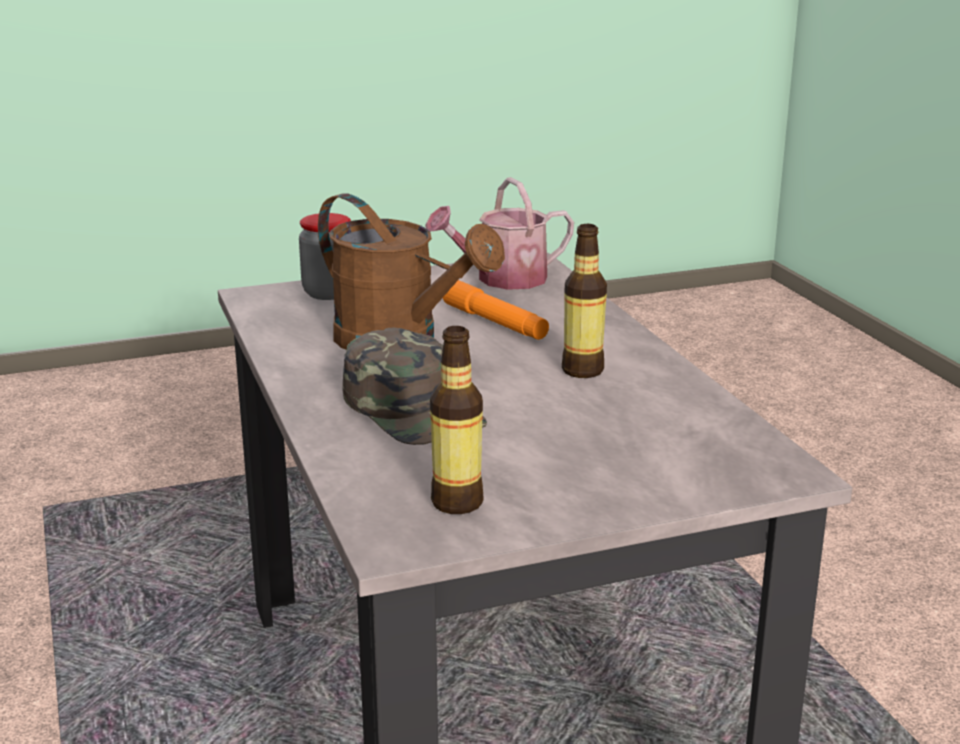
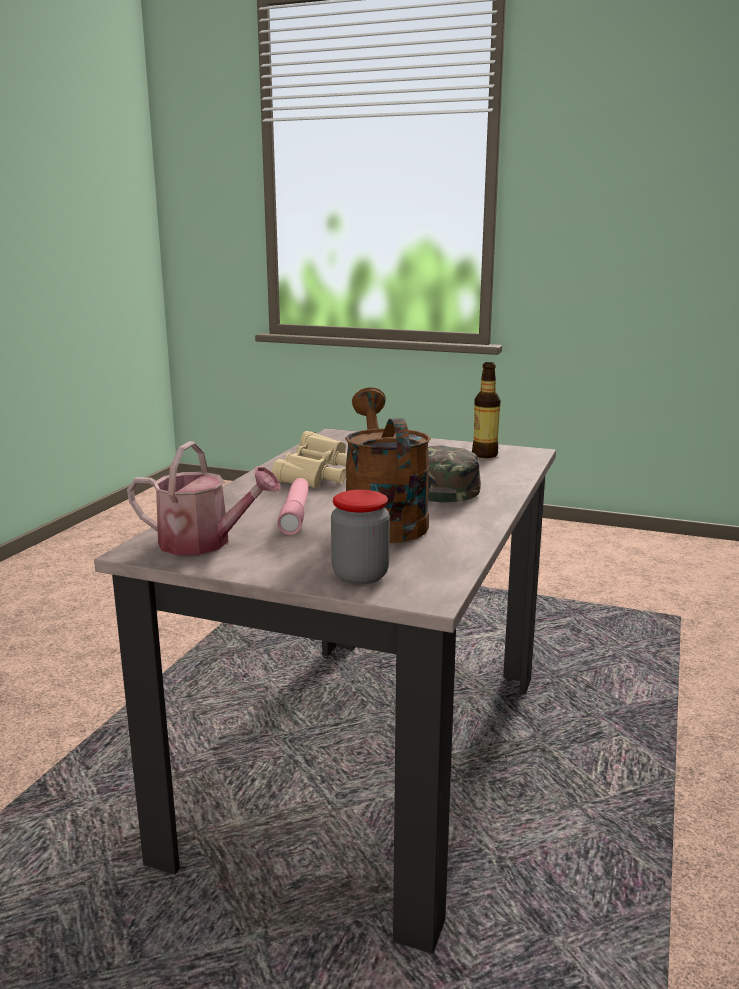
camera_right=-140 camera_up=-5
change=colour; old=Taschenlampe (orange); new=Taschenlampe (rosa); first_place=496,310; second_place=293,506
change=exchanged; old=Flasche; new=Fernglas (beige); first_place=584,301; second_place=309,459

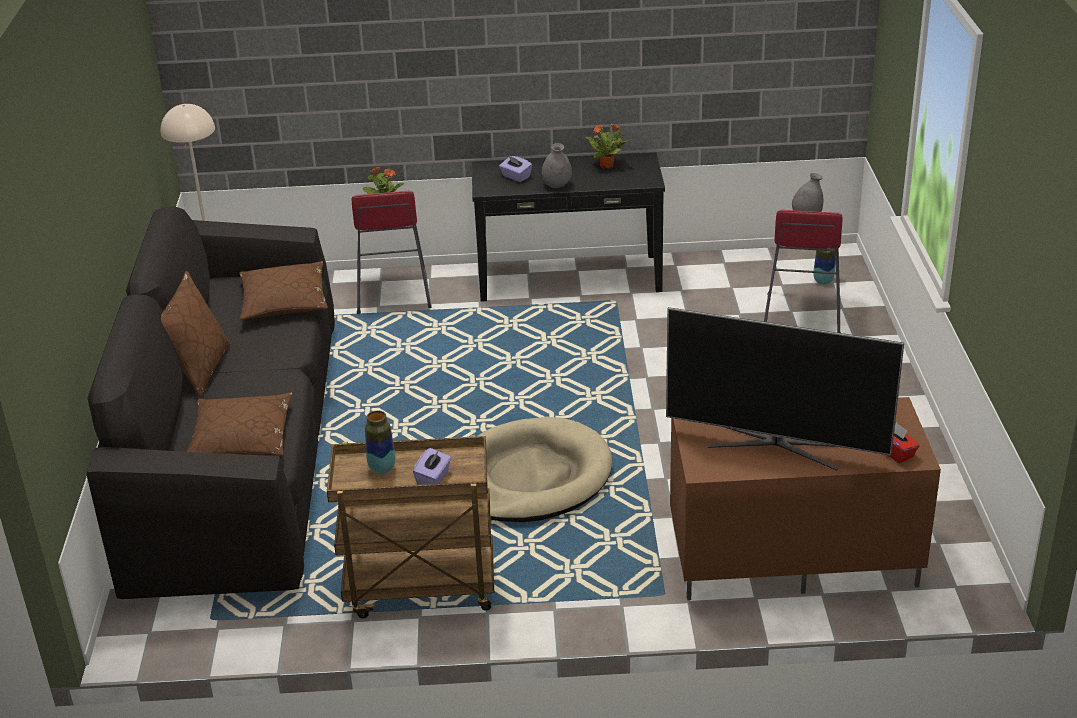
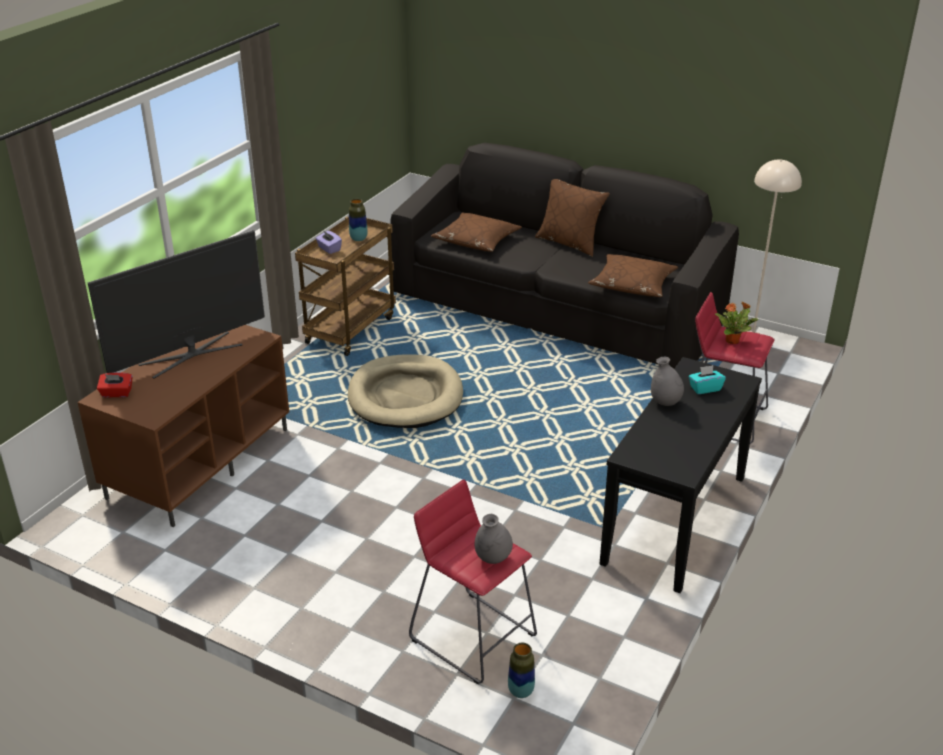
camera_right=120 camera_up=0
change=colour; old=Taschentuchbox (lila); new=Taschentuchbox (türkis); first_place=515,169; second_place=707,379
change=missing; old=Topfpflanze; first_place=606,145

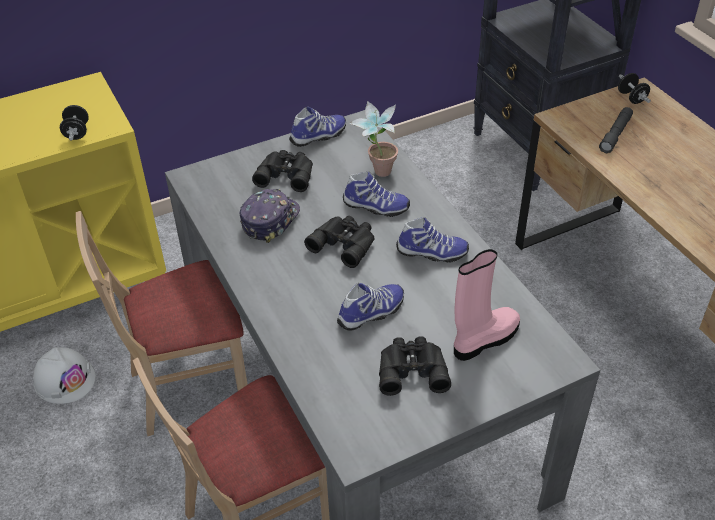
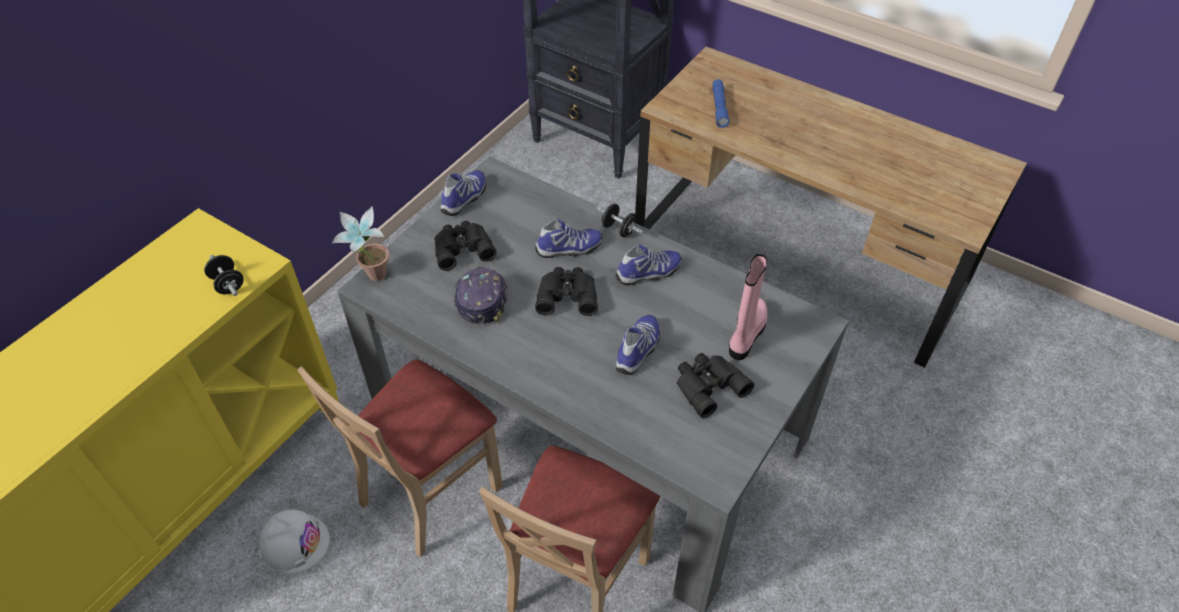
camera_right=-30 camera_up=5
change=relocated; old=Topfpflanze; first_place=373,139; second_place=360,244
change=colour; old=Taschenlampe (grau); new=Taschenlampe (blau); first_place=616,130; second_place=721,103
change=relocated; old=Hantel (schwarz); first_place=634,88; second_place=619,220

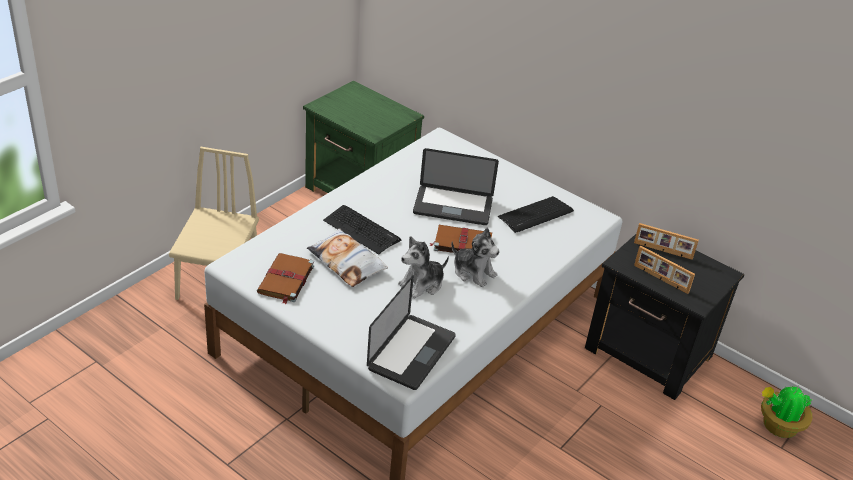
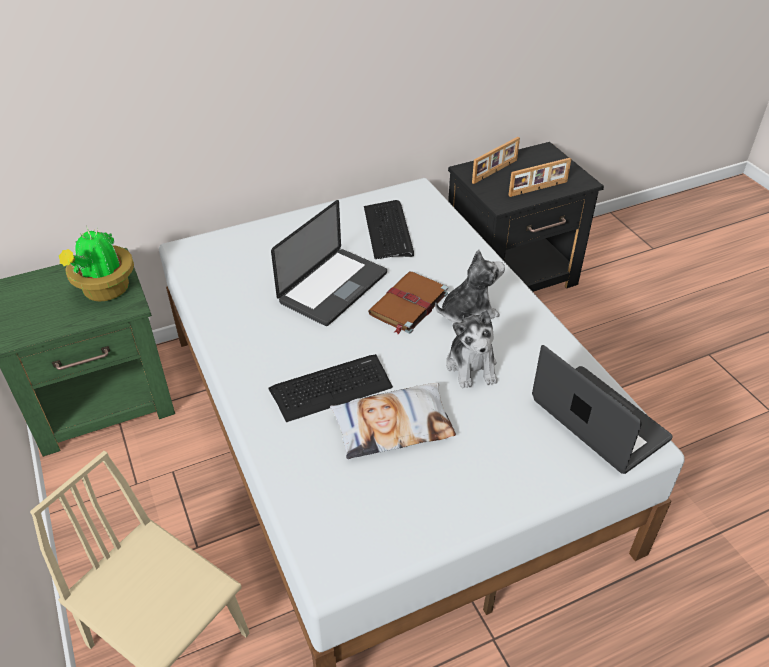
camera_right=-60 camera_up=5
change=missing; old=Buch (braun); first_place=285,278
change=relocated; old=Topfpflanze; first_place=787,412; second_place=96,263

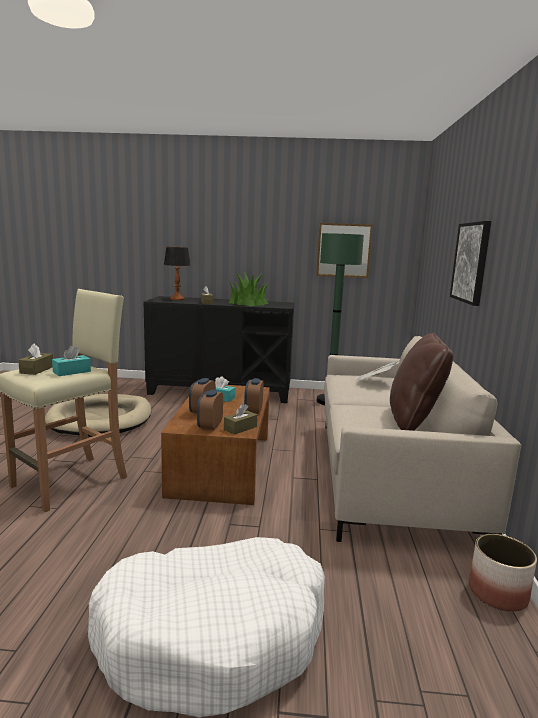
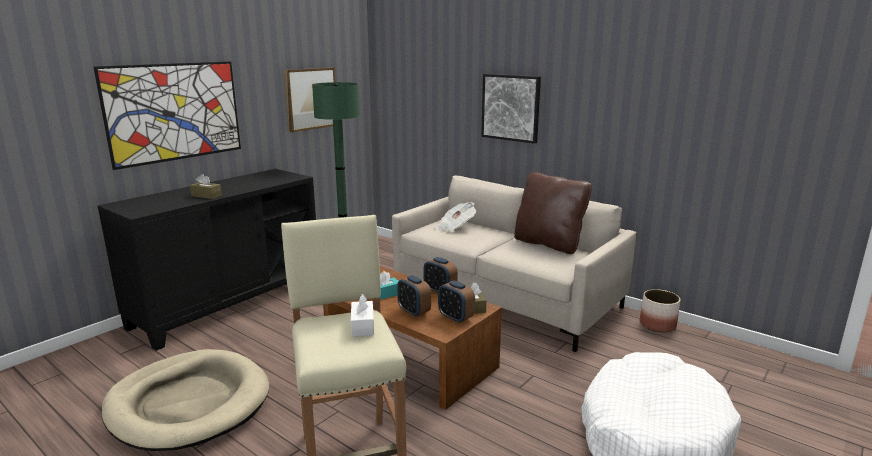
camera_right=-55 camera_up=5
change=missing; old=Taschentuchbox (braun); first_place=35,359
change=colour; old=Taschentuchbox (türkis); new=Taschentuchbox (weiß); first_place=71,361; second_place=362,315
change=missing; old=Tischlampe; first_place=177,273
change=missing; old=Topfpflanze; first_place=248,289
change=appeared; new=Bild; second_place=167,115

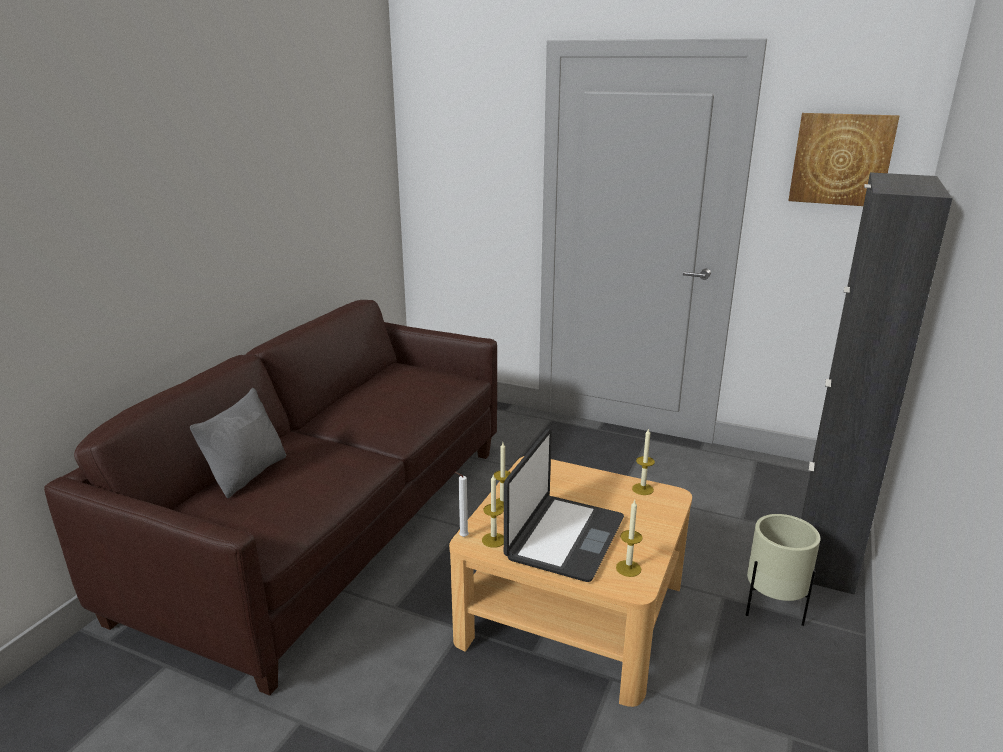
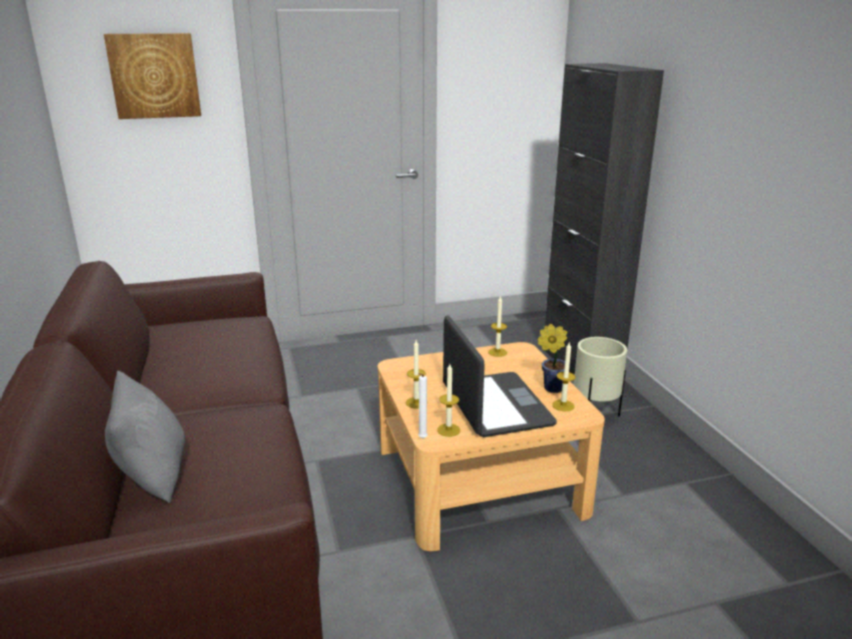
camera_right=-40 camera_up=0
change=relocated; old=Bild; first_place=843,159; second_place=152,76
change=appeared; new=Topfpflanze; second_place=552,358

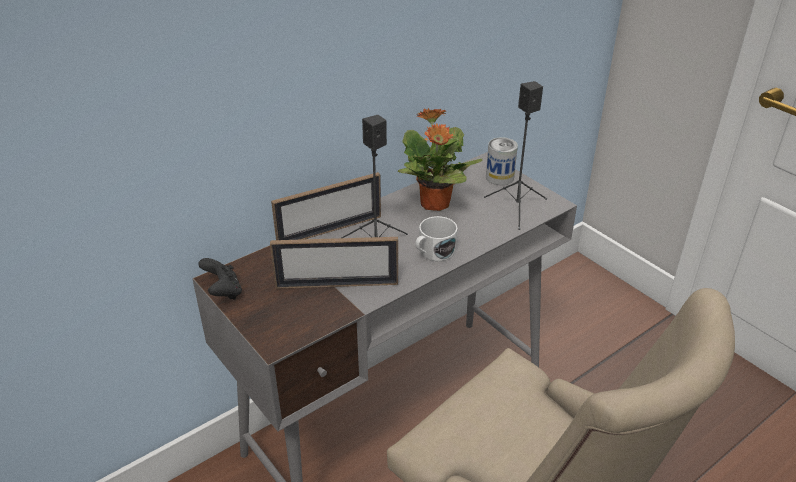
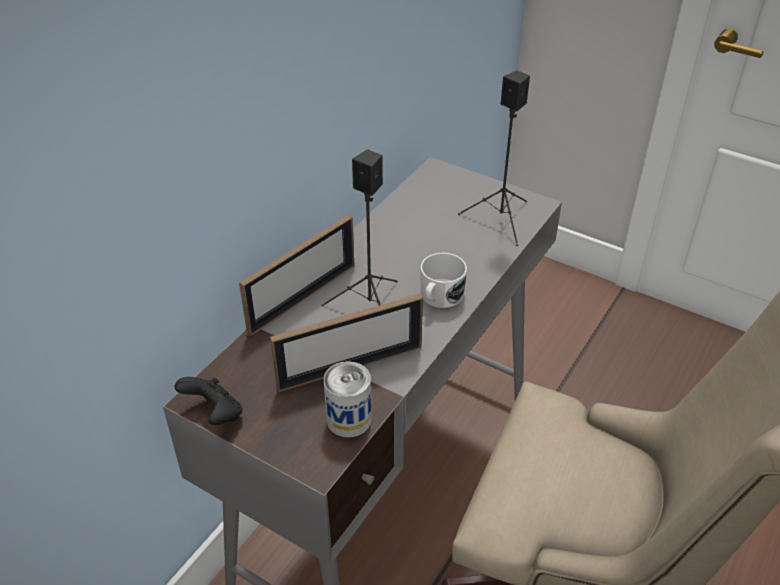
camera_right=-20 camera_up=5
change=missing; old=Topfpflanze; first_place=440,159
change=relocated; old=Dose; first_place=502,161; second_place=347,399

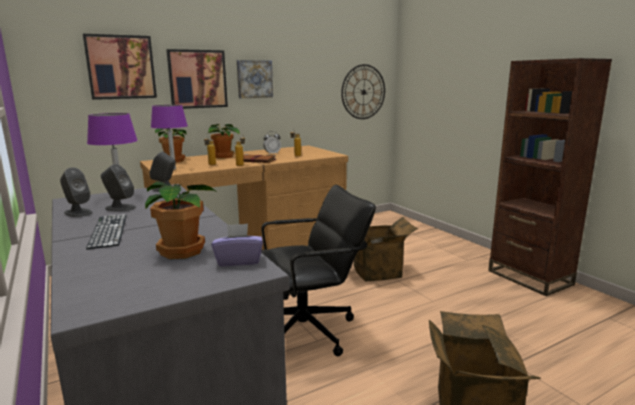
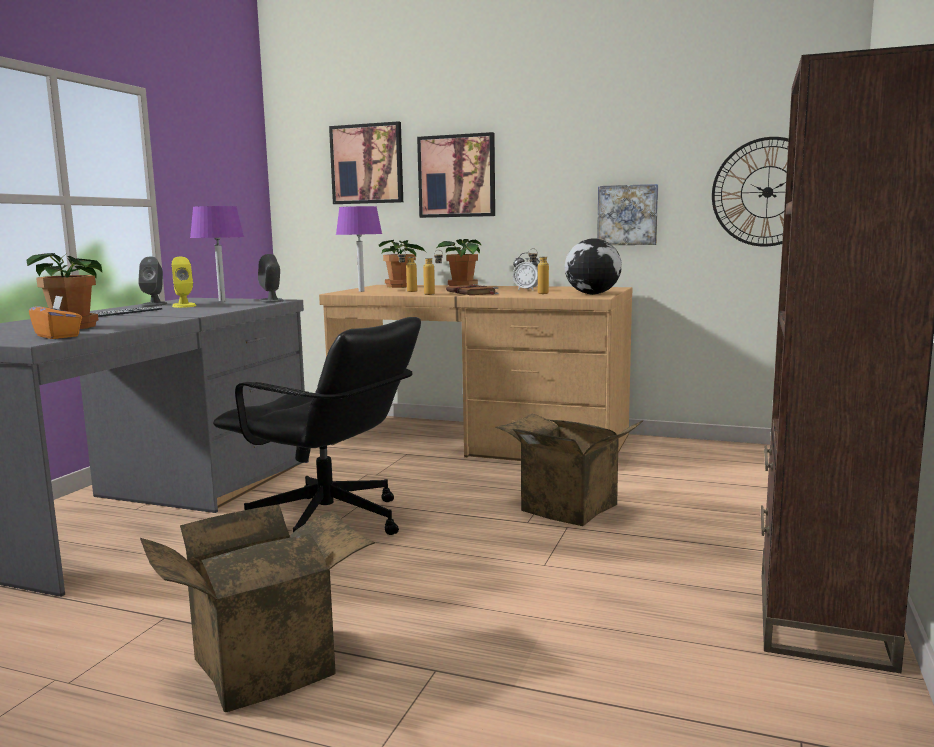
camera_right=50 camera_up=-5
change=colour; old=Lautsprecher (grau); new=Lautsprecher (gelb); first_place=118,187; second_place=183,282
change=colour; old=Taschentuchbox (lila); new=Taschentuchbox (orange); first_place=237,244; second_place=55,317
change=relocated; old=Bild; first_place=255,79; second_place=627,214
change=appeared; new=Globus; second_place=593,266

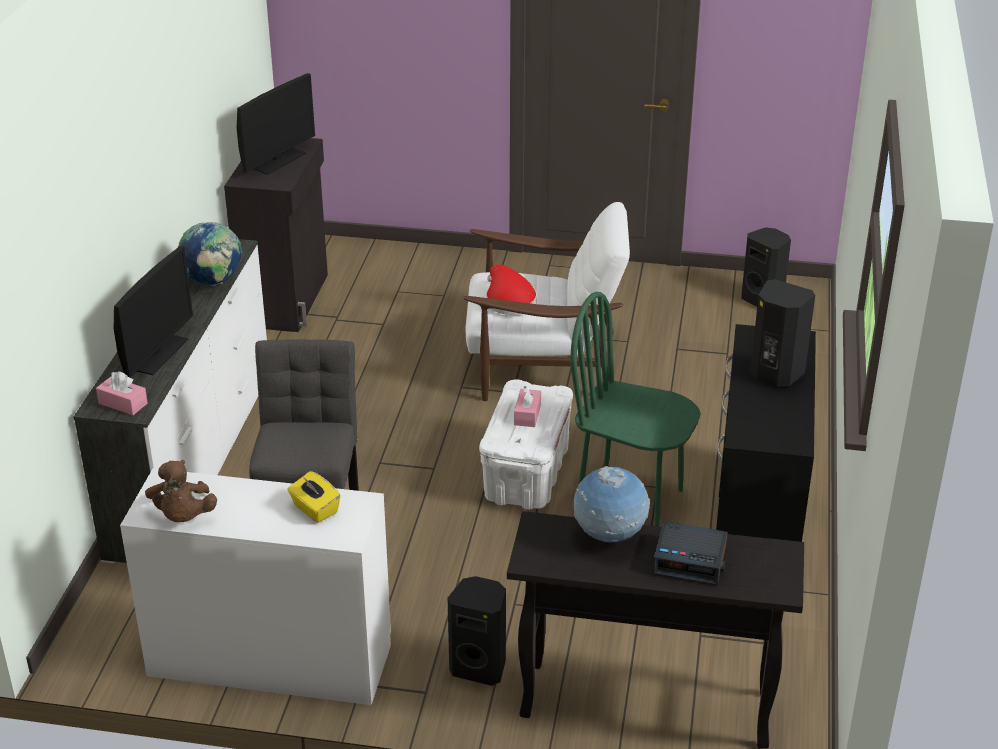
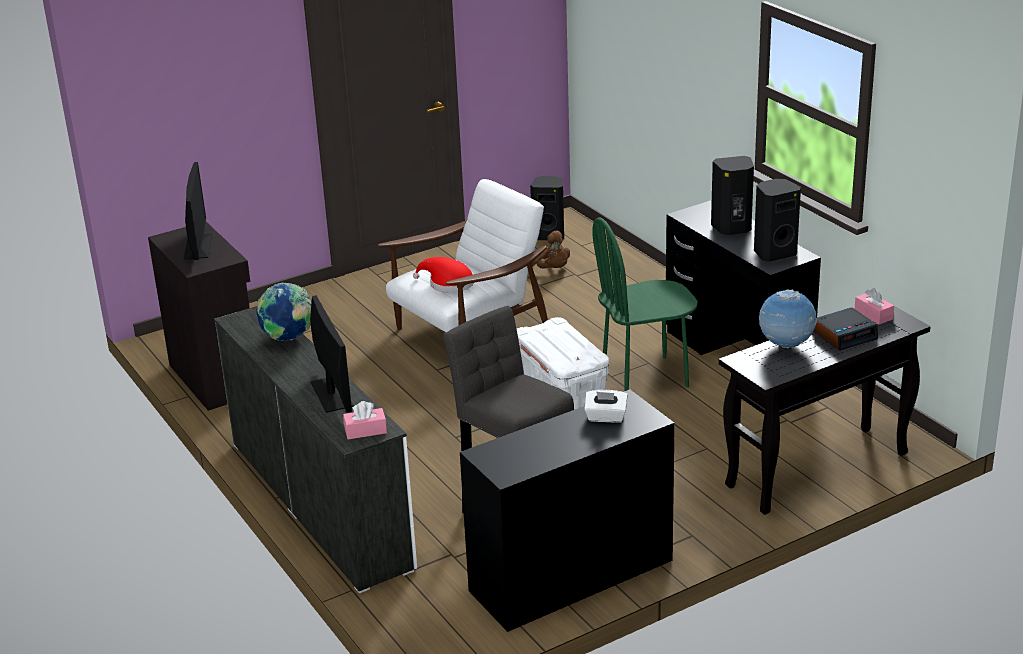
camera_right=-40 camera_up=-5
change=colour; old=Schreibtisch (weiß); new=Schreibtisch (schwarz); first_place=255,586; second_place=567,510
change=relocated; old=Plüschtier (braun); first_place=181,491; second_place=551,249
change=colour; old=Taschentuchbox (gelb); new=Taschentuchbox (weiß); first_place=314,497; second_place=606,406
change=relocated; old=Lautsprecher (schwarz); first_place=477,631; second_place=777,220
change=relocated; old=Taschentuchbox (rosa); first_place=527,406; second_place=874,306

